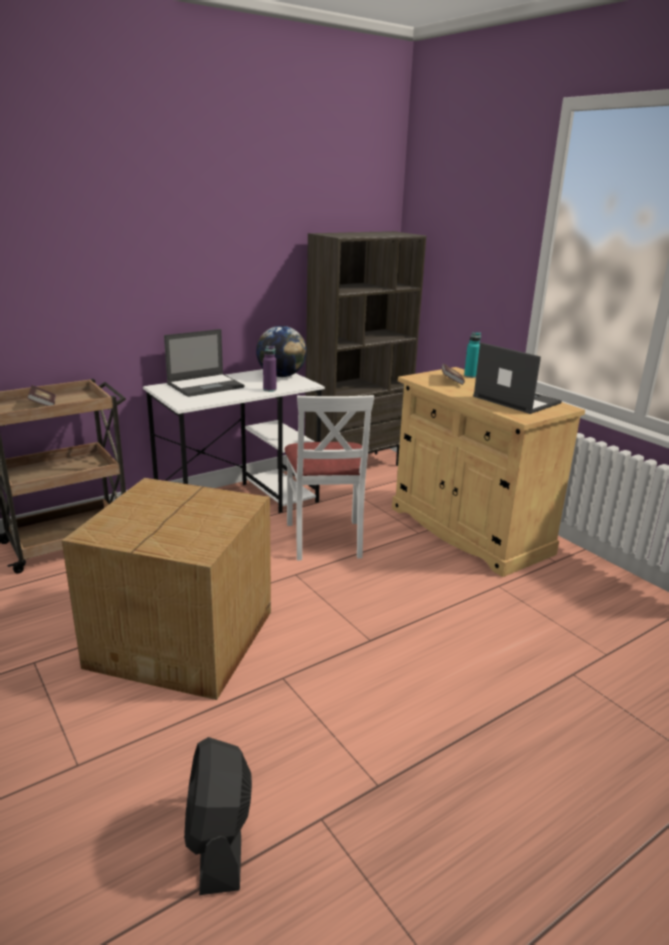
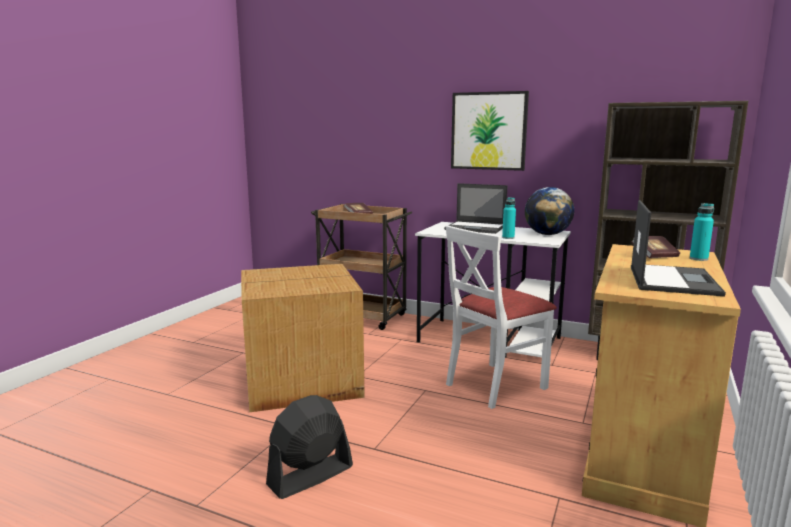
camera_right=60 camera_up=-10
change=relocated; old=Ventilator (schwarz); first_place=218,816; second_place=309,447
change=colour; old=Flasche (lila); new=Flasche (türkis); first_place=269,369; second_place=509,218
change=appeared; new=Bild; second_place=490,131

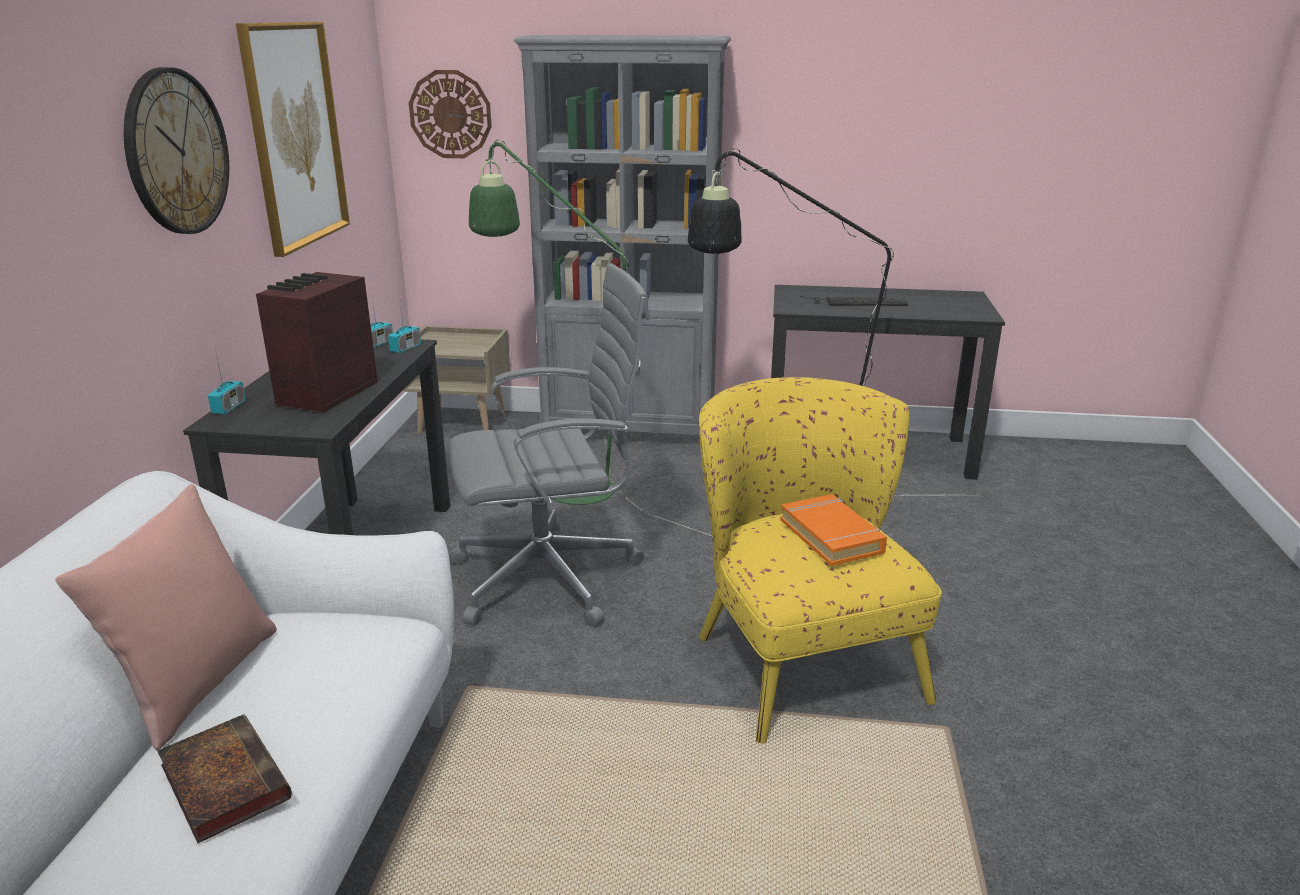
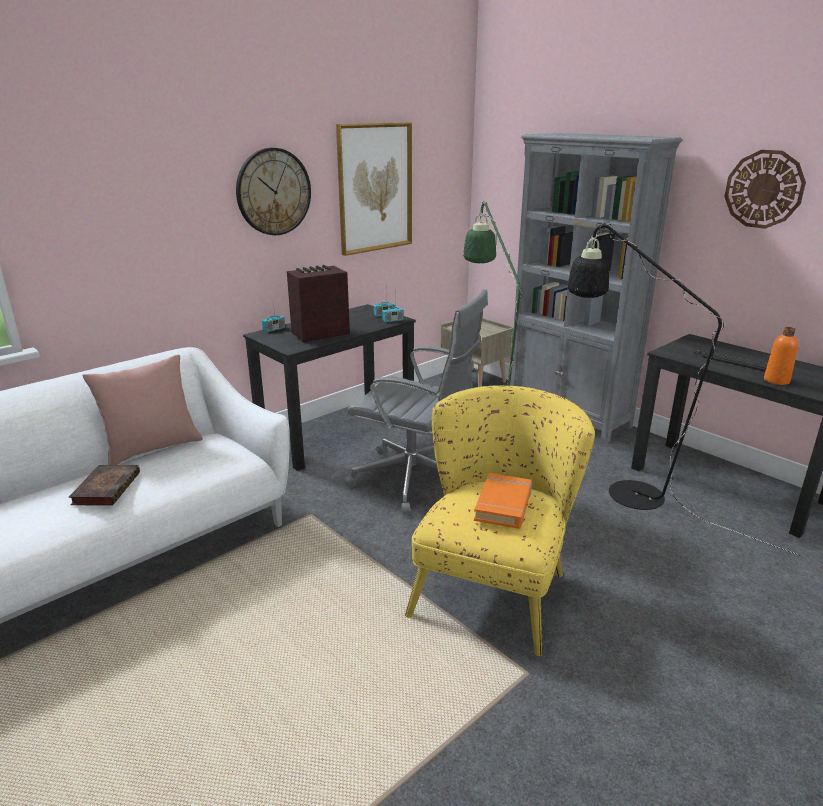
camera_right=40 camera_up=0
change=relocated; old=Wanduhr; first_place=450,114; second_place=765,189
change=appeared; new=Flasche (orange); second_place=781,356

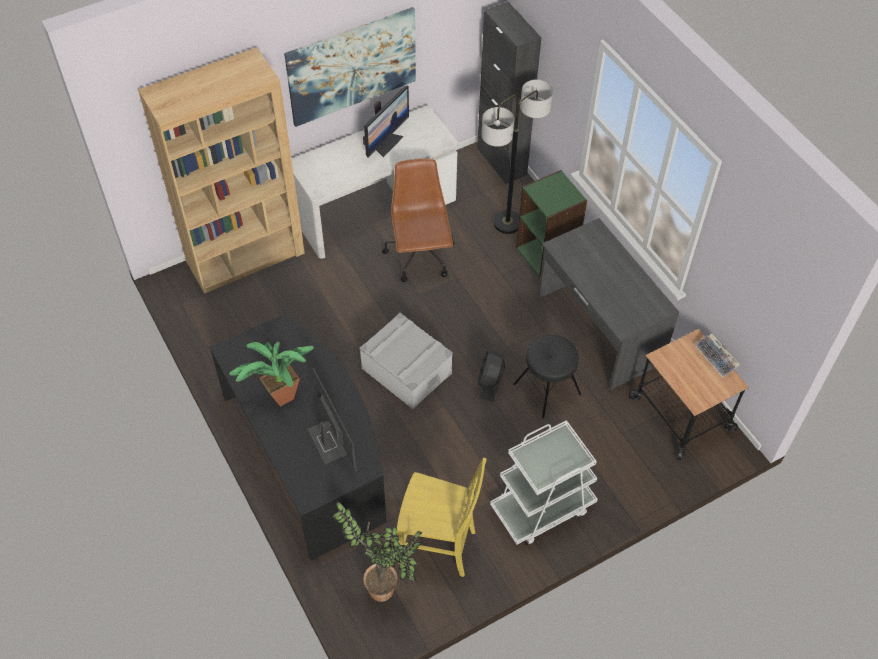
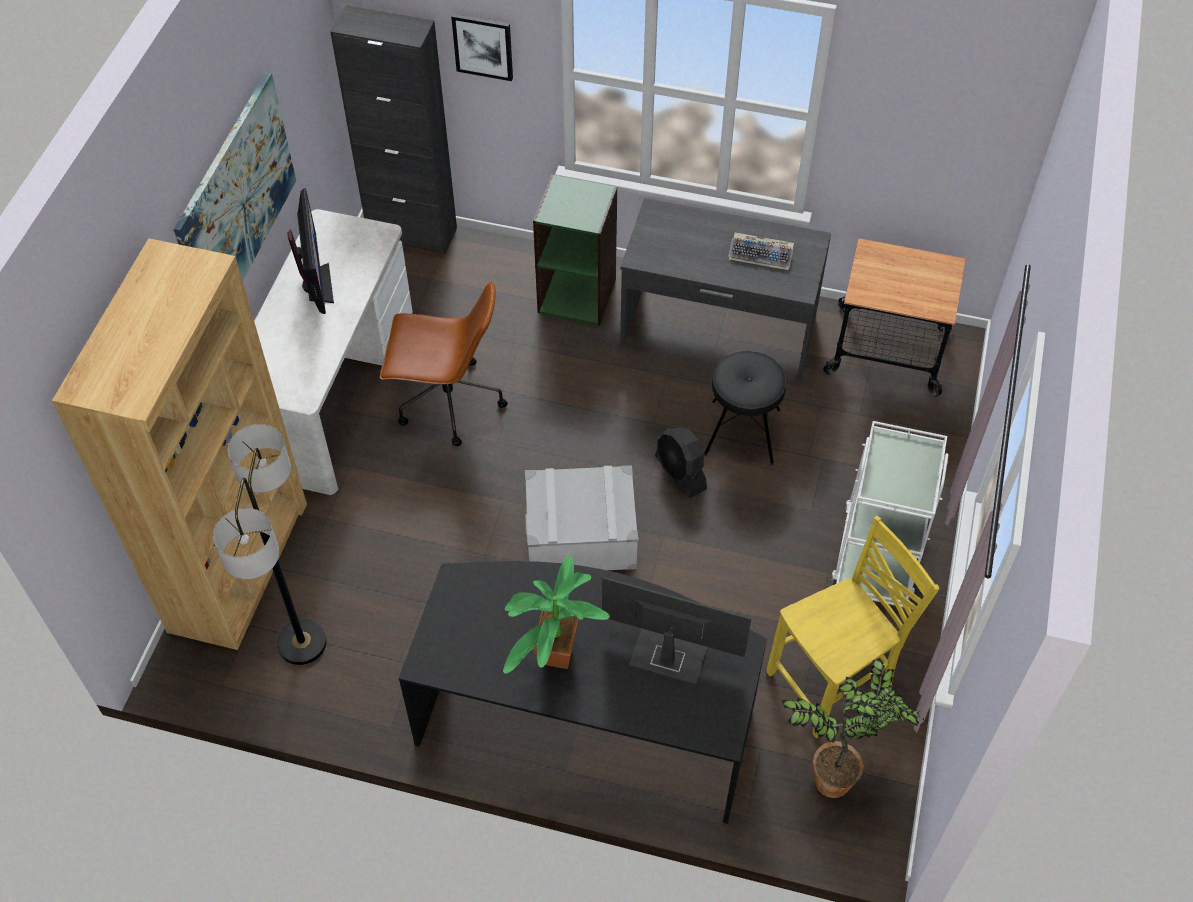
camera_right=-45 camera_up=0
change=spun; old=Bürostuhl (braun); first_place=418,220; second_place=444,363; degrees=150
change=relocated; old=Stehlampe; first_place=517,156; second_place=270,544
change=relocated; old=Tastatur; first_place=717,355; second_place=761,251
change=appeared; new=Bild; second_place=482,47

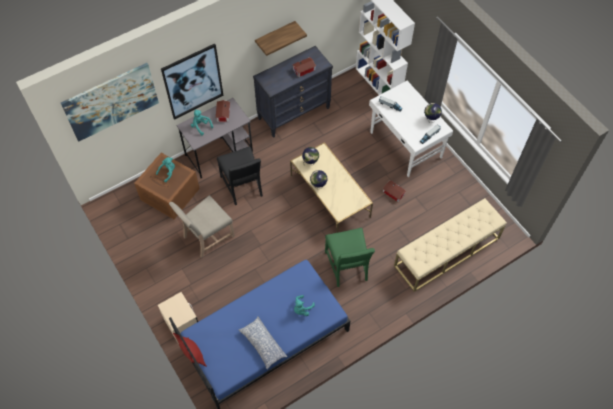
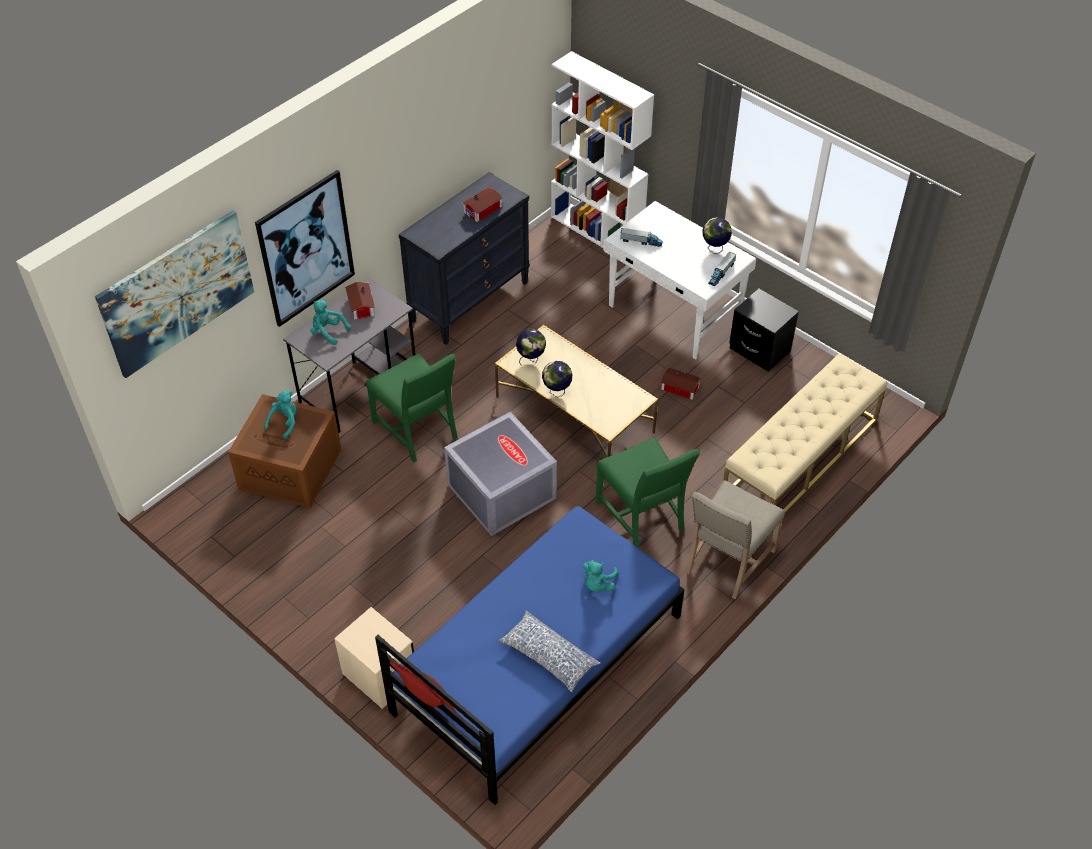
camera_right=-15 camera_up=-10
change=relocated; old=Stuhl (beige); first_place=202,226; second_place=735,539
change=colour; old=Stuhl (schwarz); new=Stuhl (grün); first_place=240,175; second_place=412,407
change=missing; old=Wandregal; first_place=281,38
change=appeared; new=Aufbewahrungsbox (grau); second_place=500,474
change=appeared; new=Nachttisch (schwarz); second_place=764,330

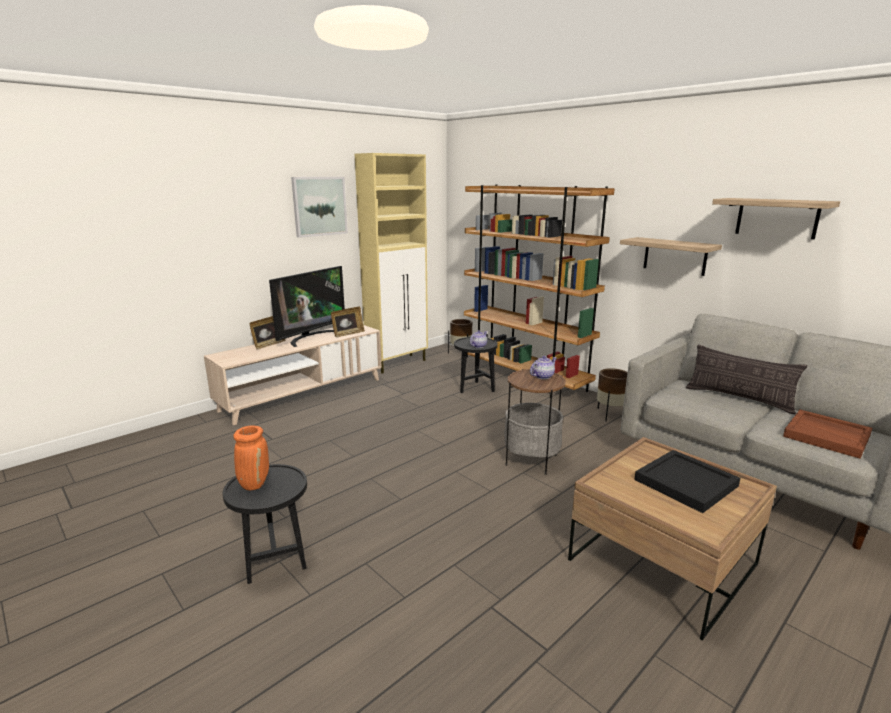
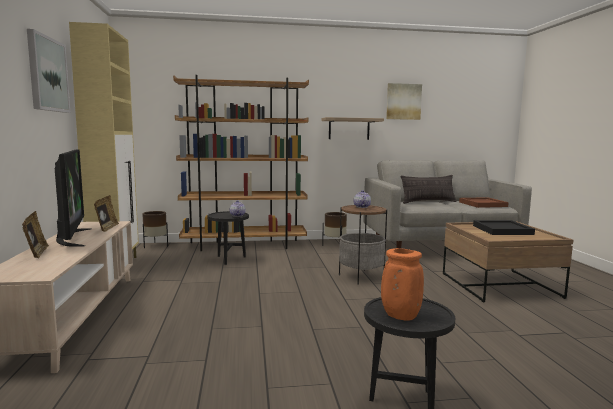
camera_right=-55 camera_up=-10
change=exchanged; old=Wandregal; new=Bild; first_place=776,218; second_place=404,101

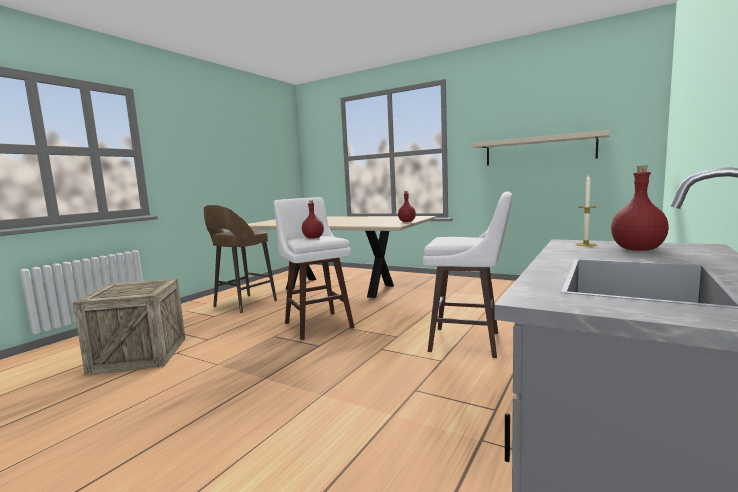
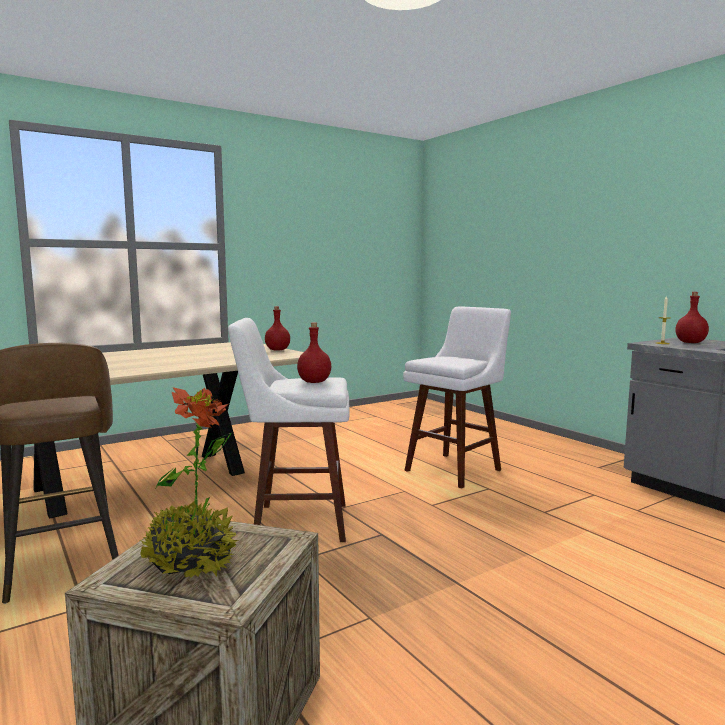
camera_right=-65 camera_up=0
change=missing; old=Wandregal (beige); first_place=541,148
change=appeared; new=Topfpflanze; second_place=189,482

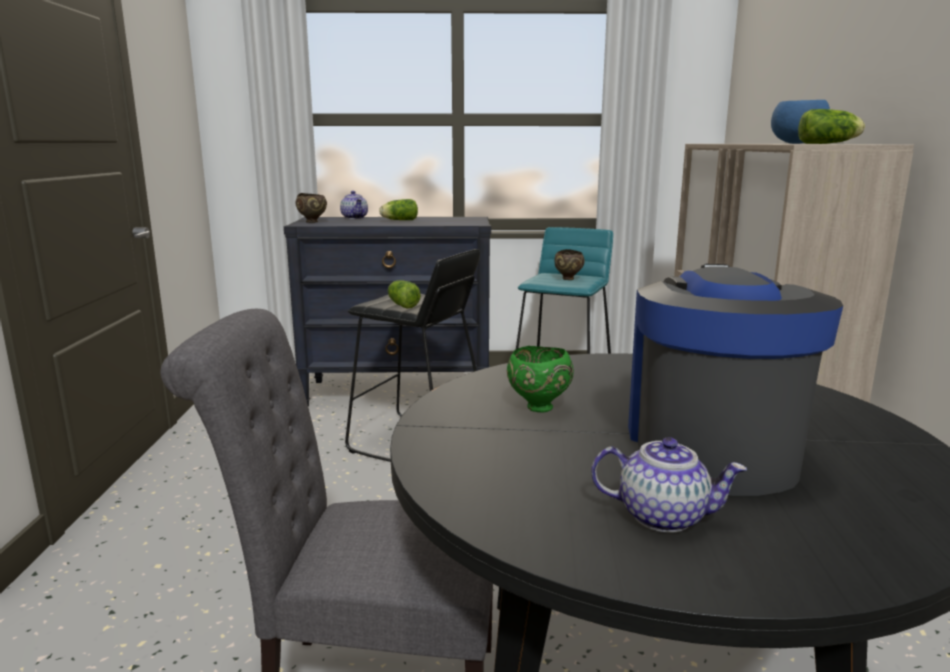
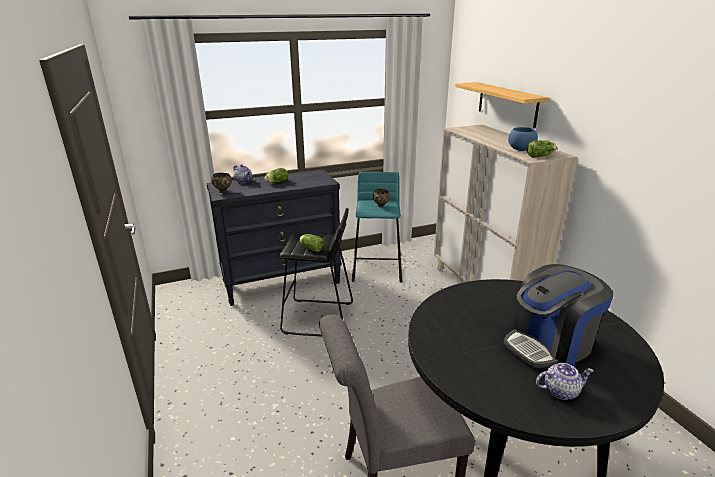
camera_right=-20 camera_up=10
change=missing; old=Schüssel (grün); first_place=540,379
change=spun; old=Kaffeemaschine; first_place=735,380; second_place=558,316; degrees=-105
change=appeared; new=Wandregal; second_place=502,105

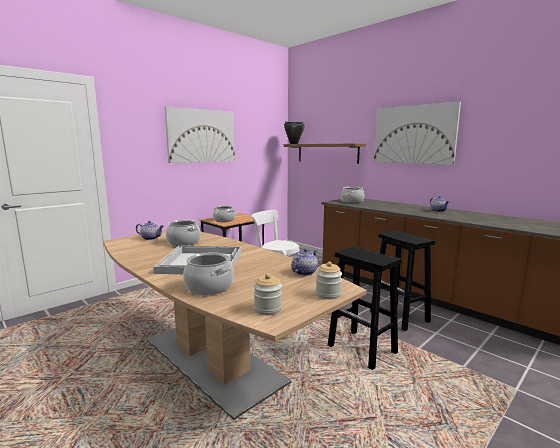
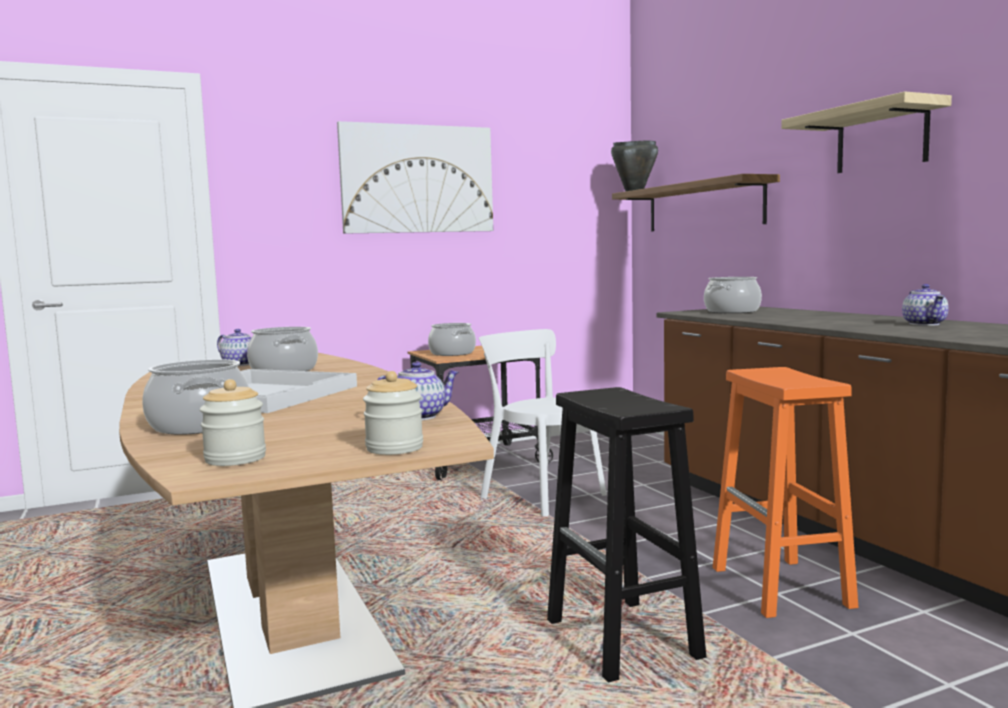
camera_right=20 camera_up=-5
change=colour; old=Hocker (schwarz); new=Hocker (orange); first_place=402,281; second_place=785,492
change=exchanged; old=Bild; new=Wandregal; first_place=417,133; second_place=866,132

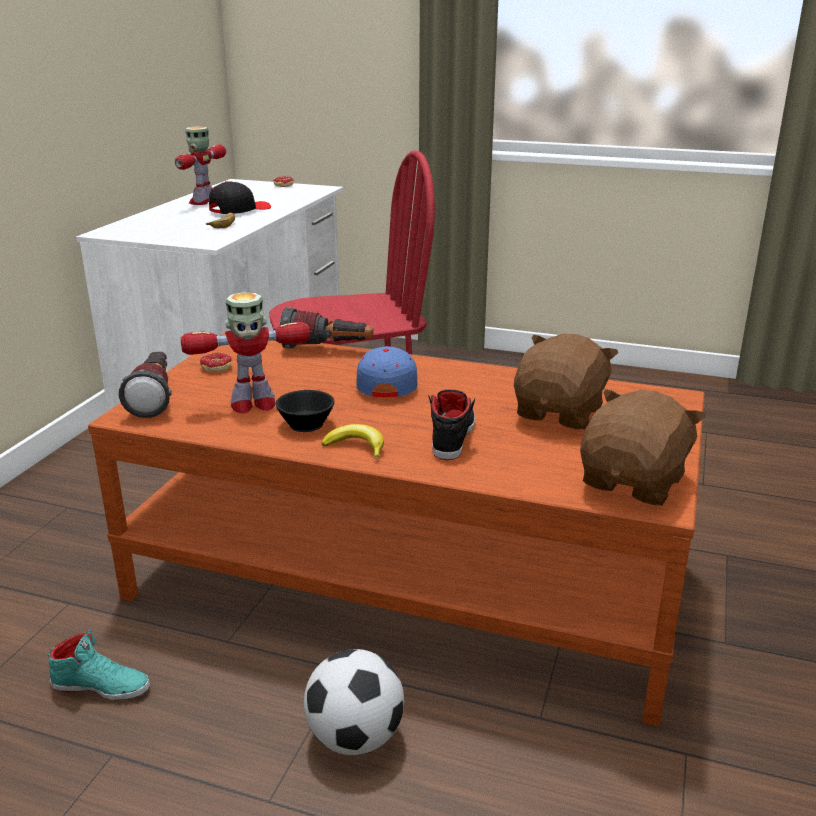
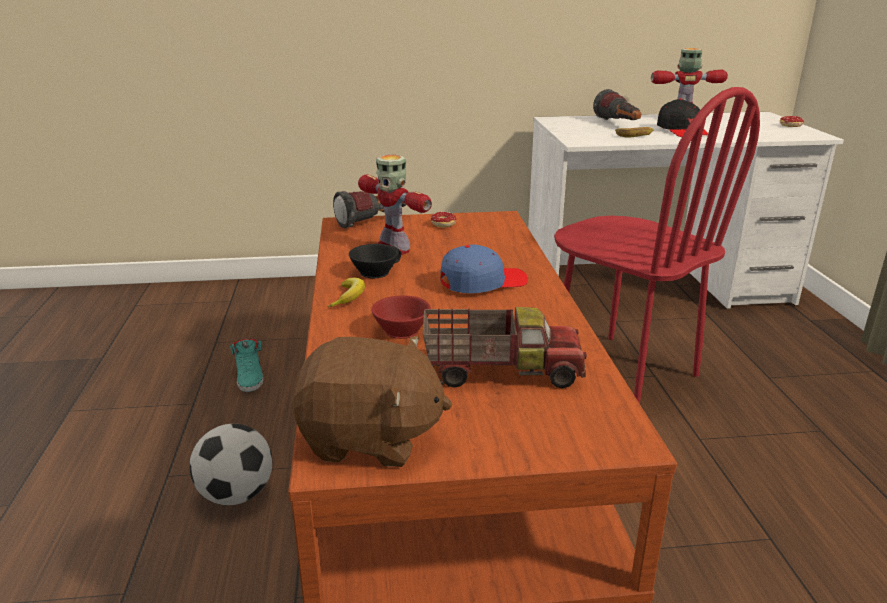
camera_right=65 camera_up=0
change=spun; old=Kappe (schwarz); first_place=240,197; second_place=682,117; degrees=60
change=relocated; old=Taschenlampe; first_place=326,328; second_place=617,104
change=exchanged; old=Schuh (schwarz); new=Tasse (rot); first_place=451,424; second_place=401,317
change=exchanged; old=Plüschtier (braun); new=Spielzeuglaster; first_place=566,381; second_place=505,347

